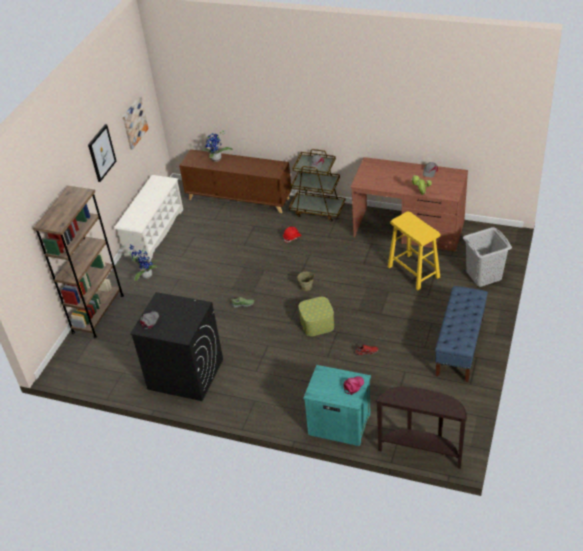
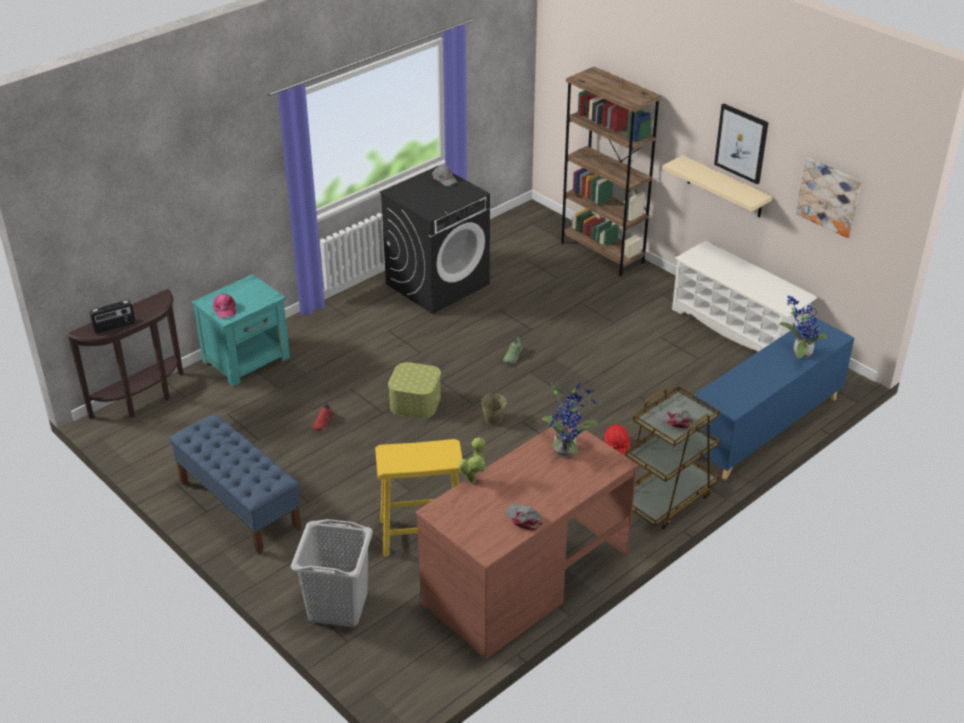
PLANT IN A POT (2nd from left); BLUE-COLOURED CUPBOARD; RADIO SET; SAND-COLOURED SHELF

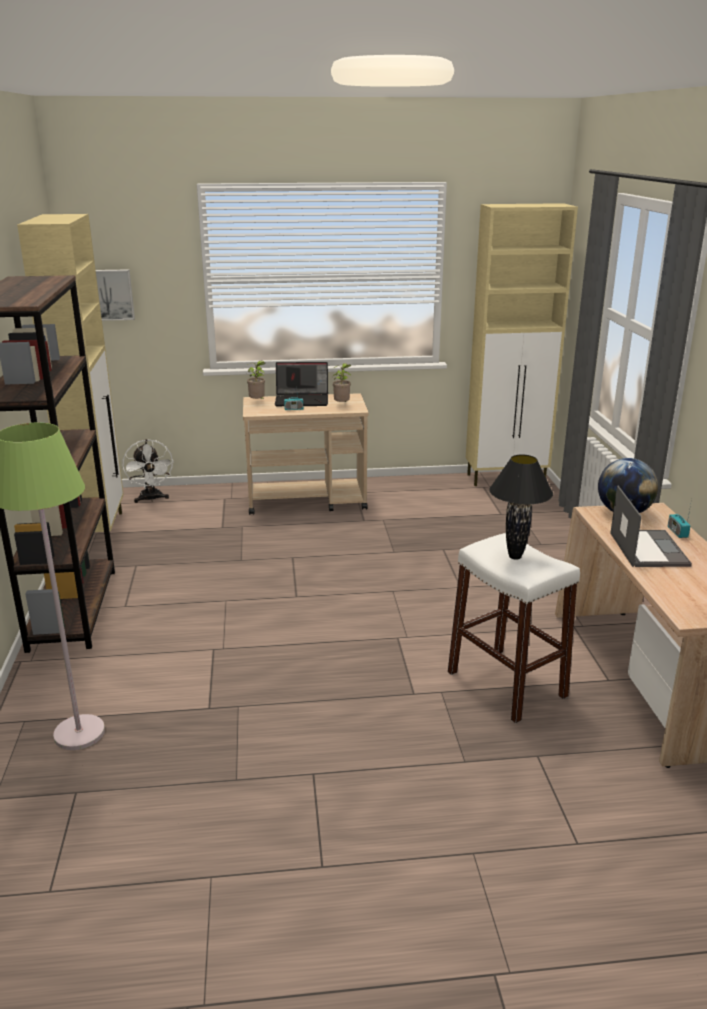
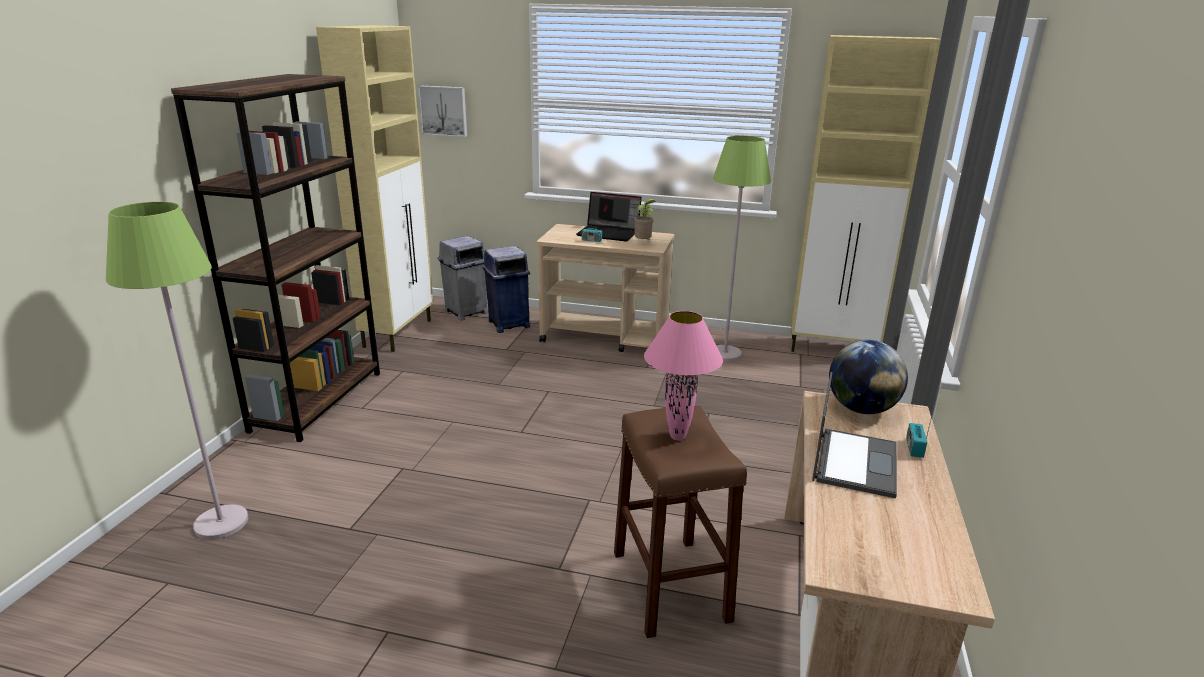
GRAY WASTE BIN; PLANT IN A POT (1st from left in the first image); BROWNISH SITTING STOOL; PINK-COLOURED LAMP FOR A TABLE; BLUE-COLOURED WASTE BIN; GREEN FLOOR LAMP (2nd from left)

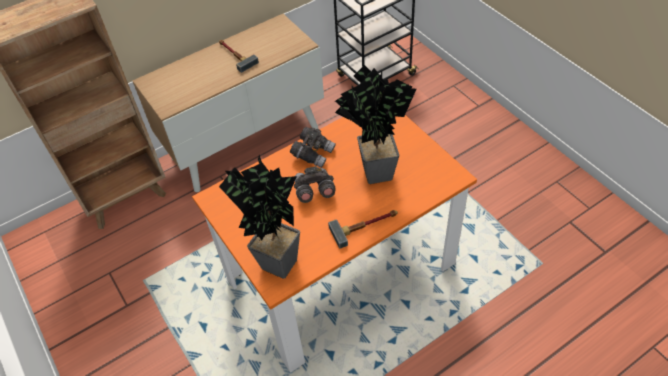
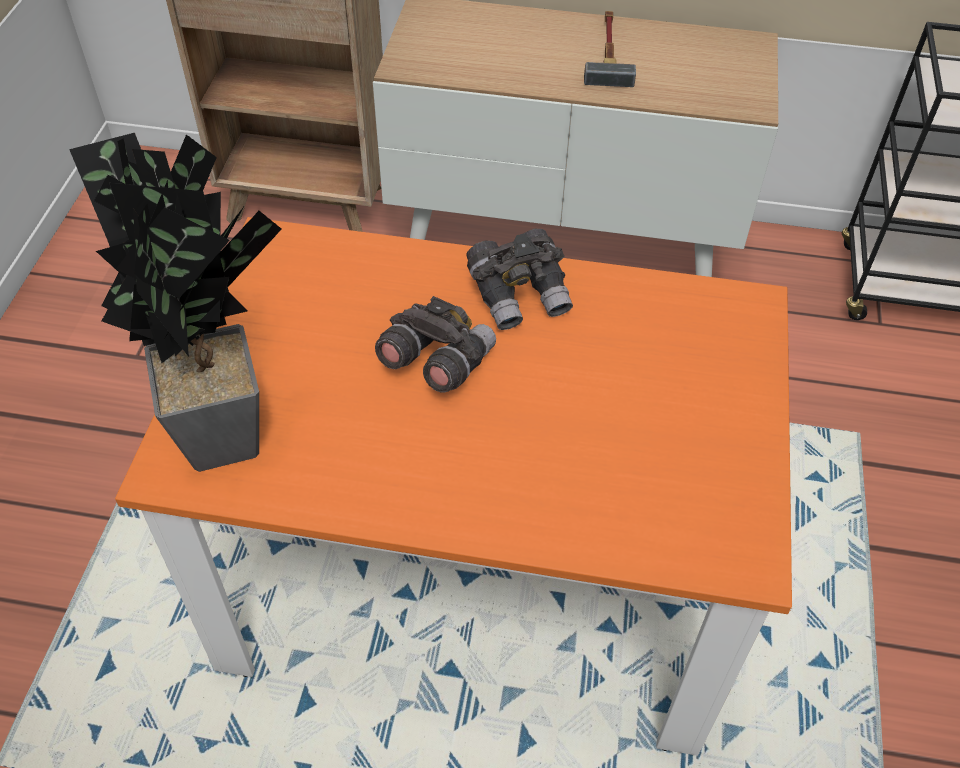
HAMMER (2nd from left in the first image); PLANT IN A POT (2nd from left in the first image)

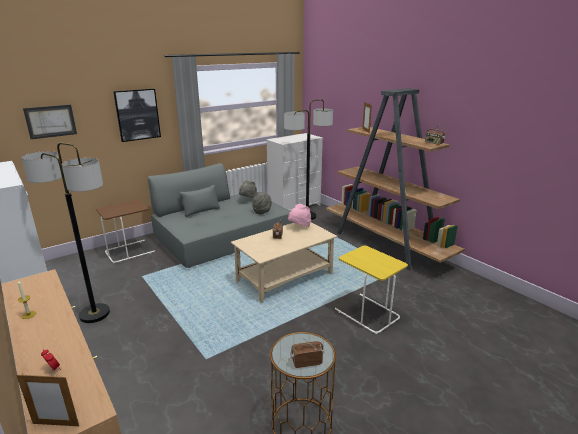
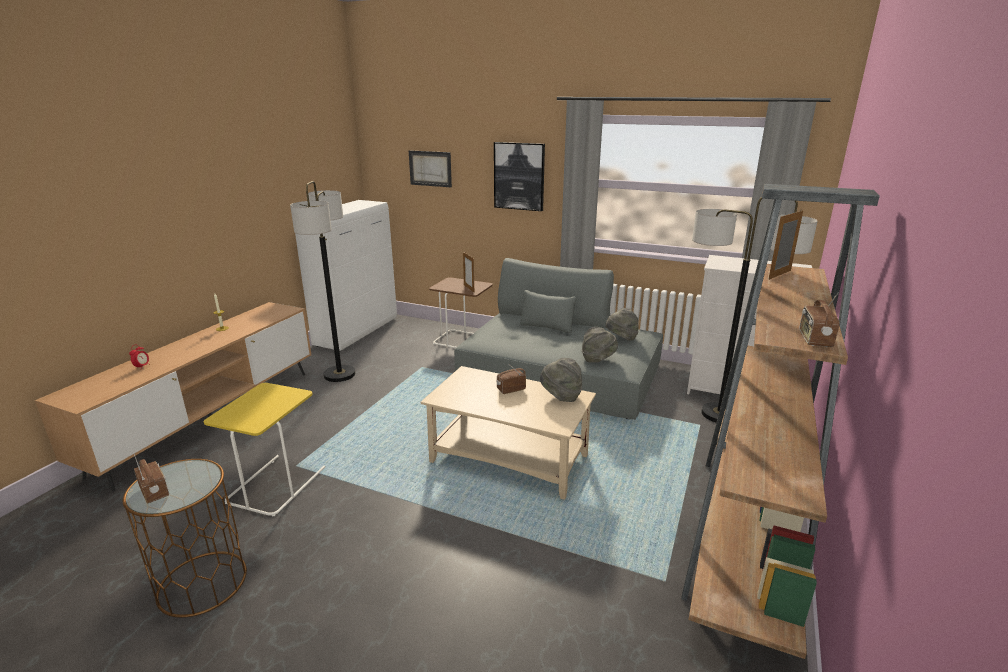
STANDING FRAME (1st from left); GRAY WEARABLE HAT (1st from left); YELLOW-COLOURED SIDE TABLE

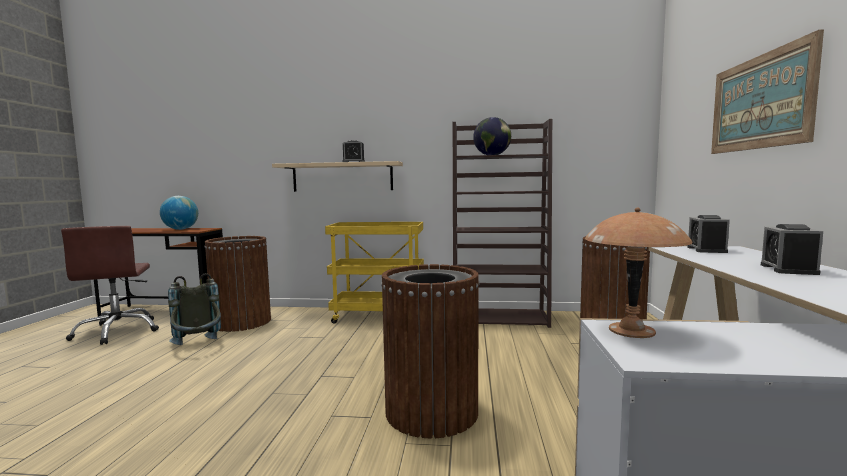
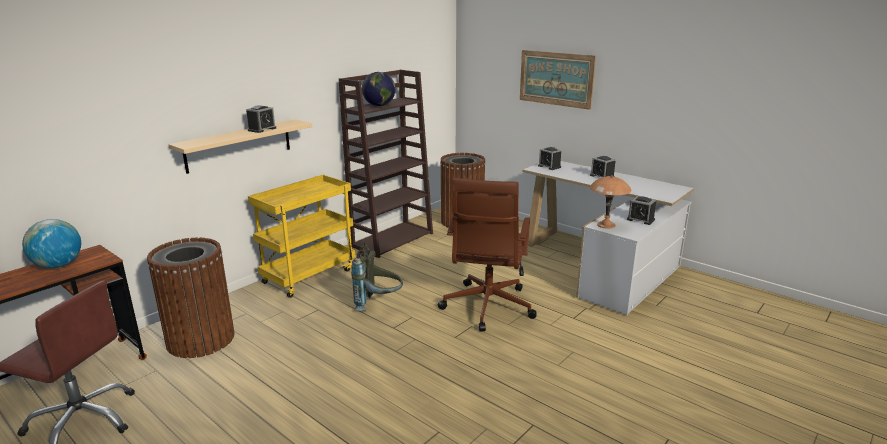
GRAY KNAPSACK; BROWNISH DESK CHAIR (2nd from left); ALARM CLOCK (4th from left)

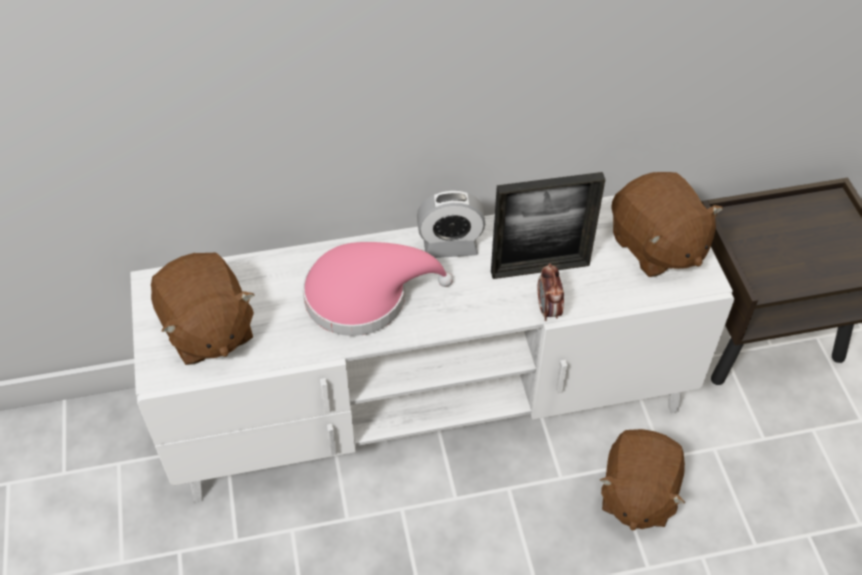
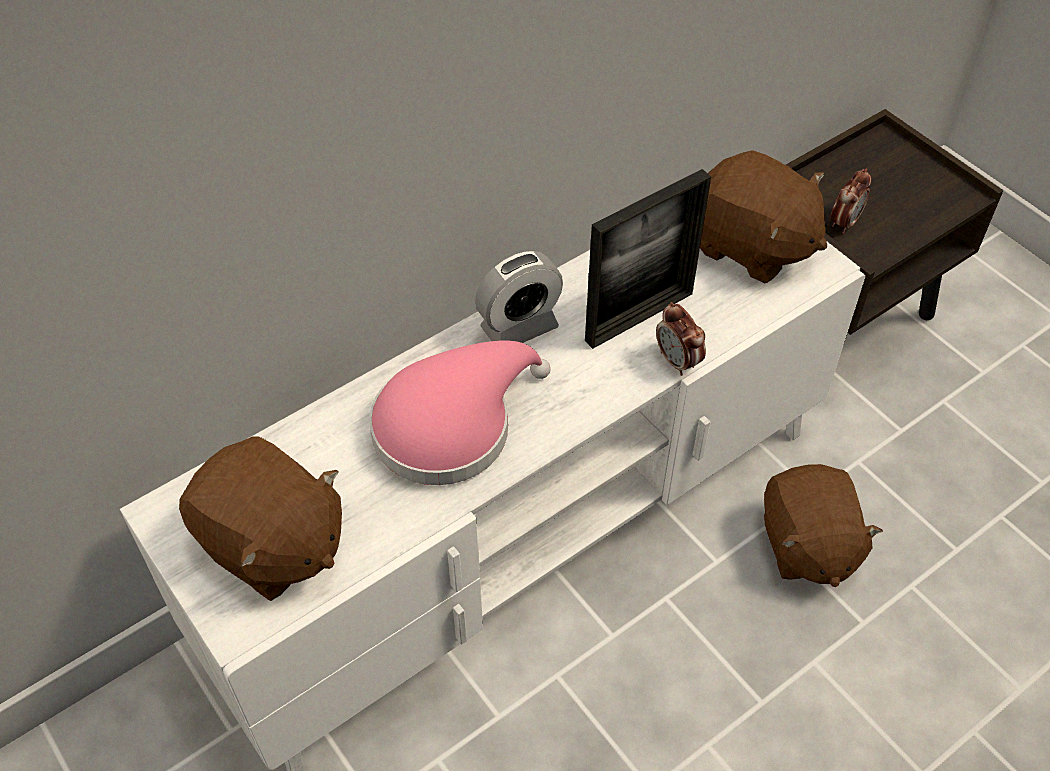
ALARM CLOCK (3rd from left)

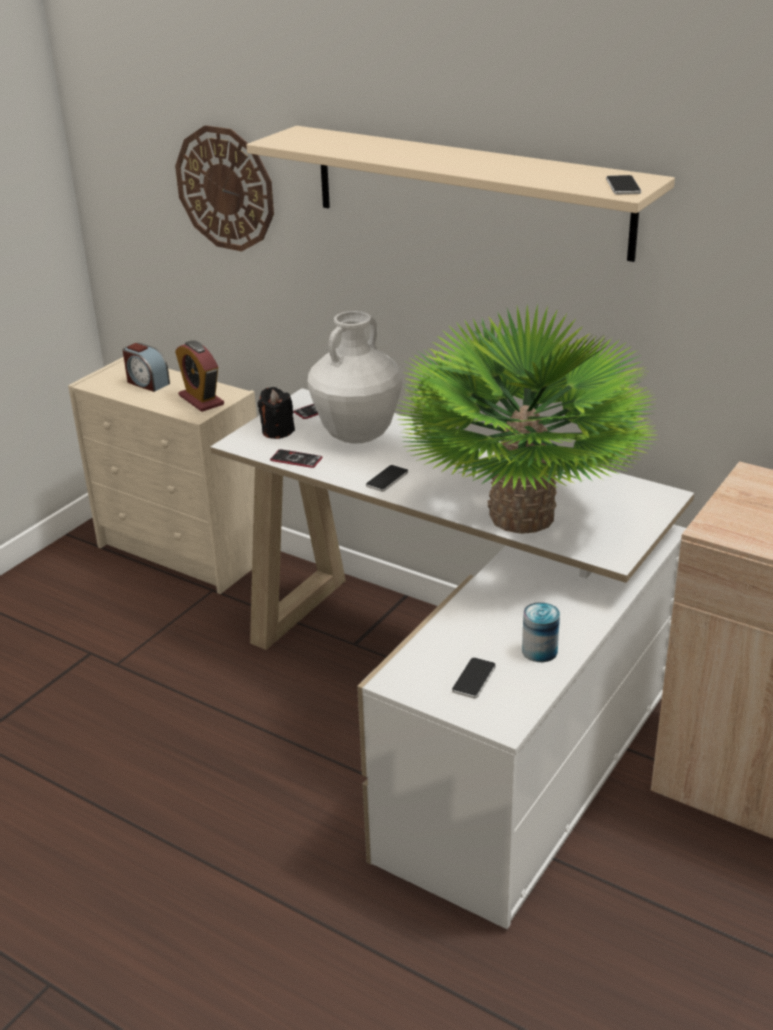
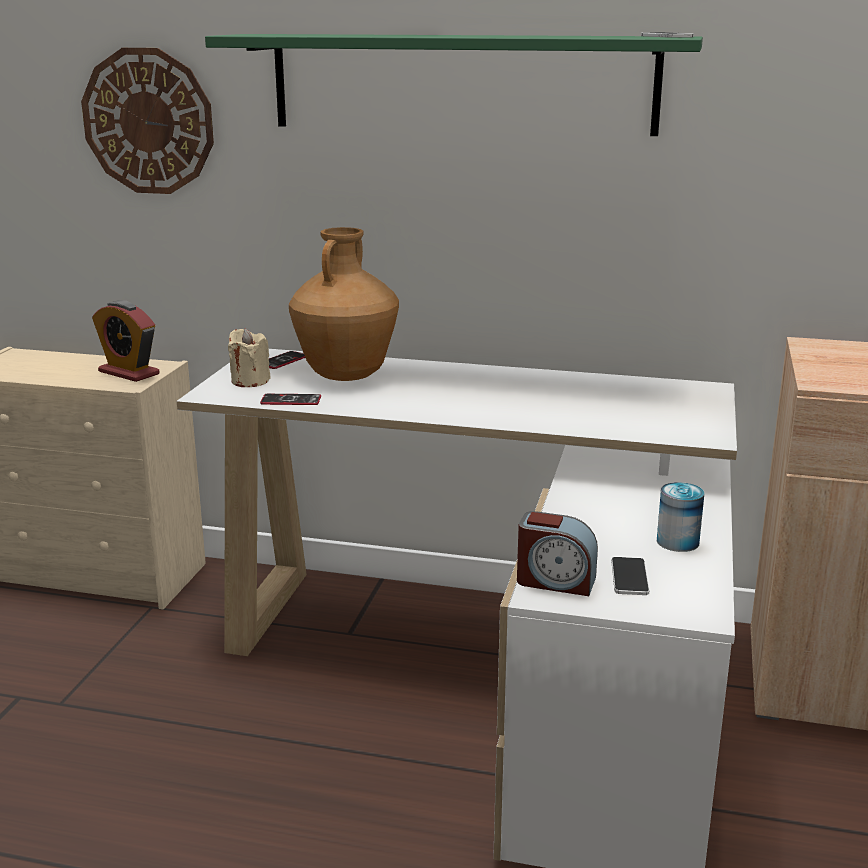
ALARM CLOCK (2nd from left); GREEN SHELF; SAND-COLOURED WAX LIGHT; BROWNISH FLOWER VASE; TELEPHONE (3rd from left in the first image); PLANT IN A POT

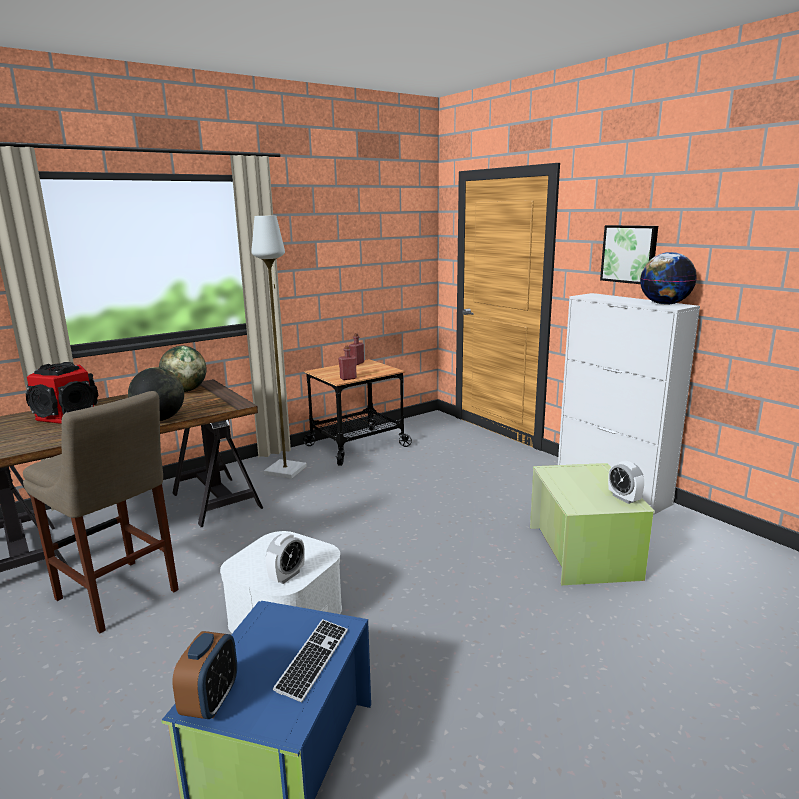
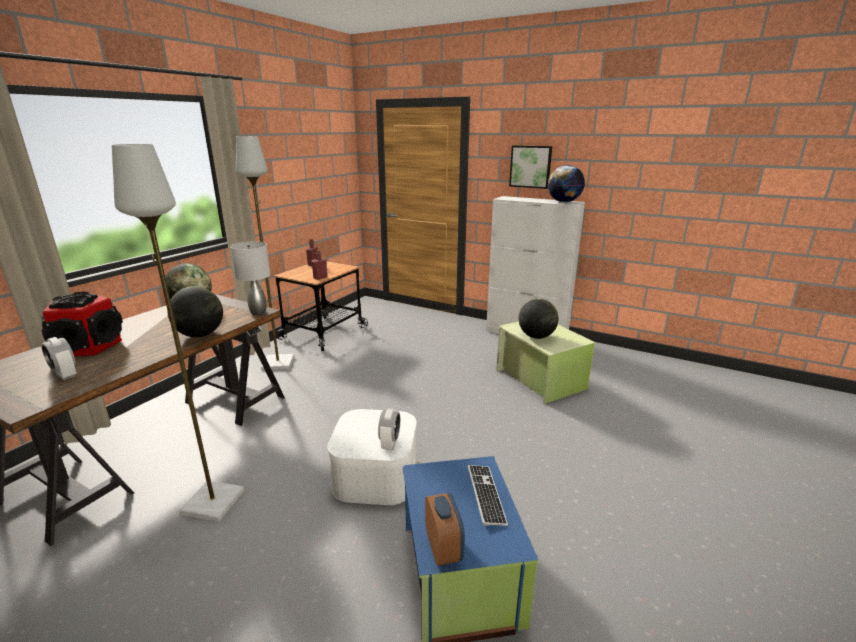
GRAY FLOOR LAMP (1st from left); ALARM CLOCK (1st from left); GRAY LAMP FOR A TABLE; GLOBE (3rd from left)

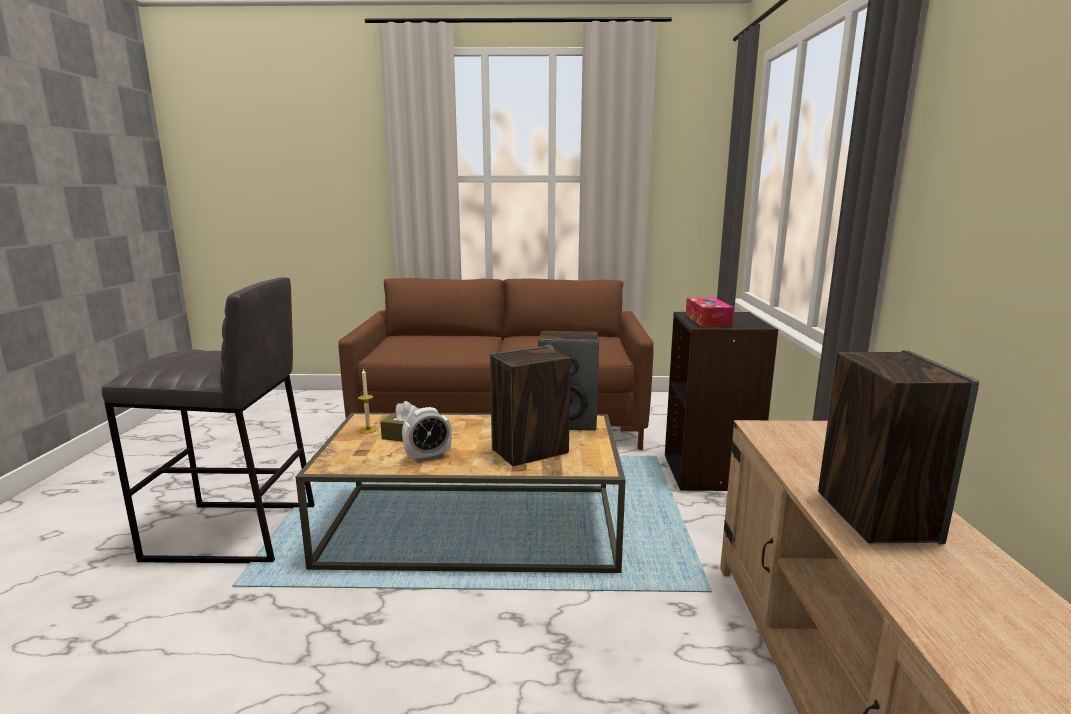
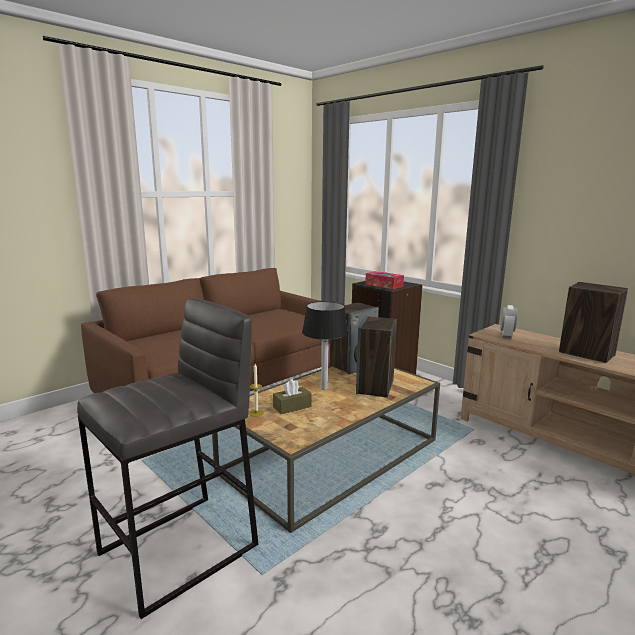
ALARM CLOCK; LAMP FOR A TABLE

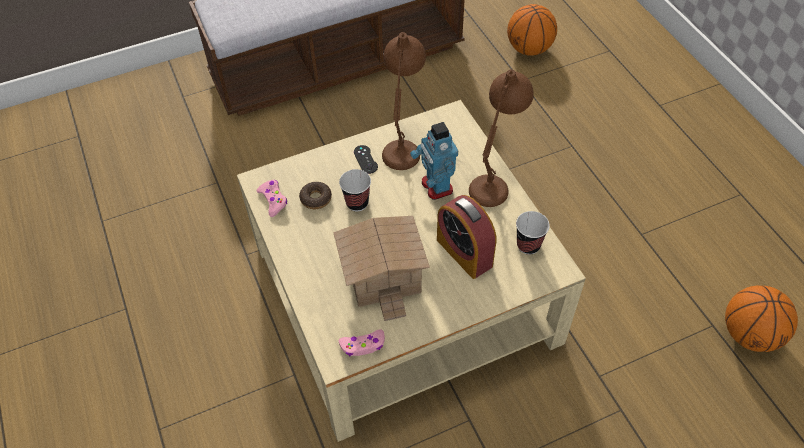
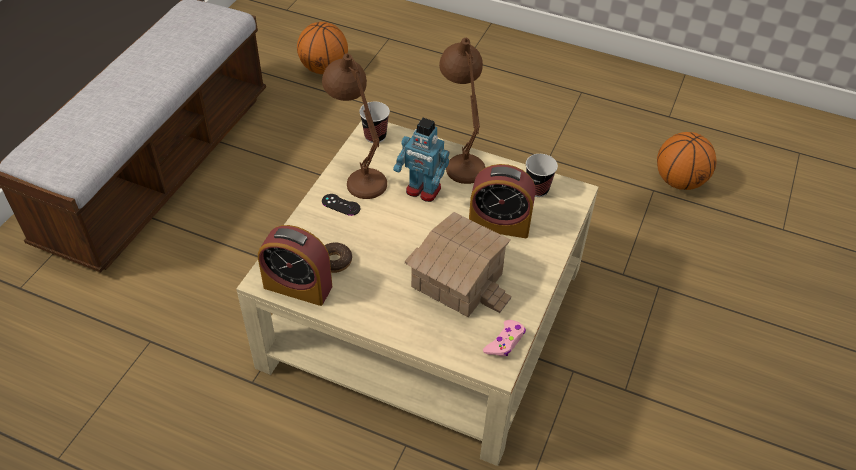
ALARM CLOCK (1st from left); SMALL CUP (1st from left)

